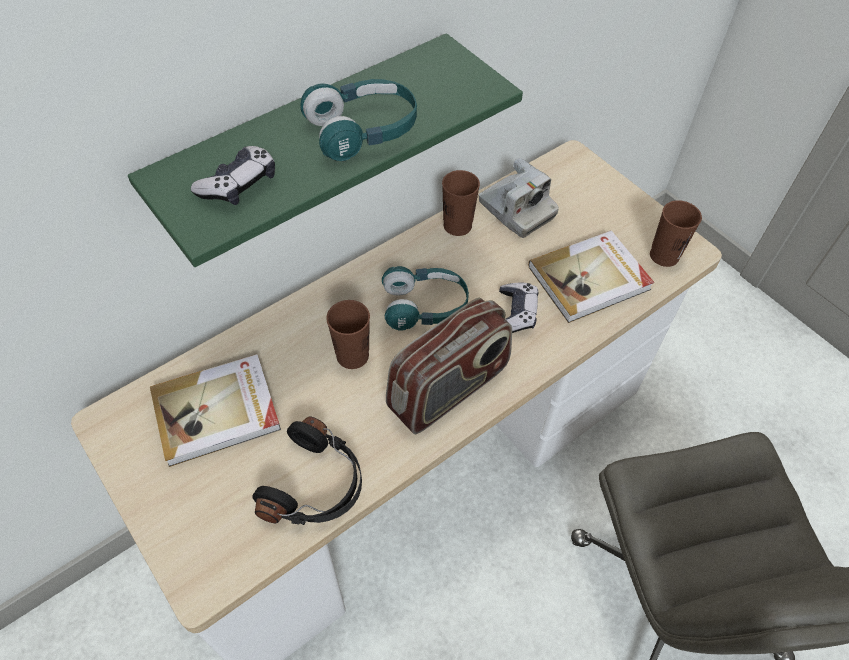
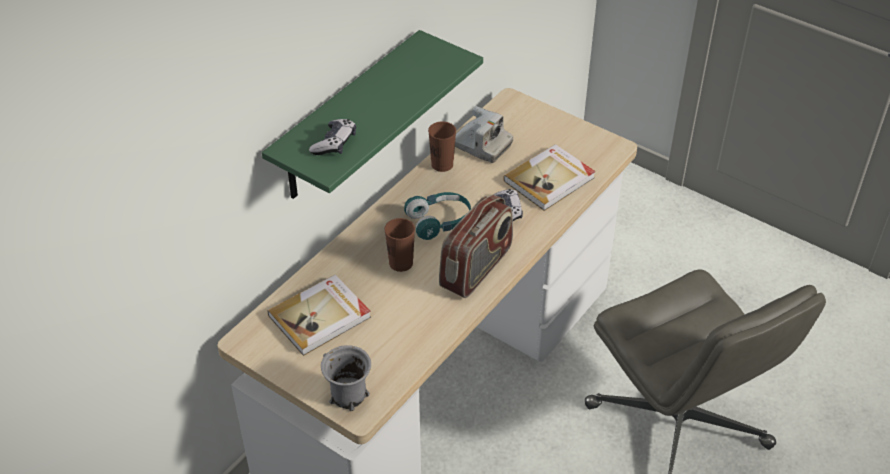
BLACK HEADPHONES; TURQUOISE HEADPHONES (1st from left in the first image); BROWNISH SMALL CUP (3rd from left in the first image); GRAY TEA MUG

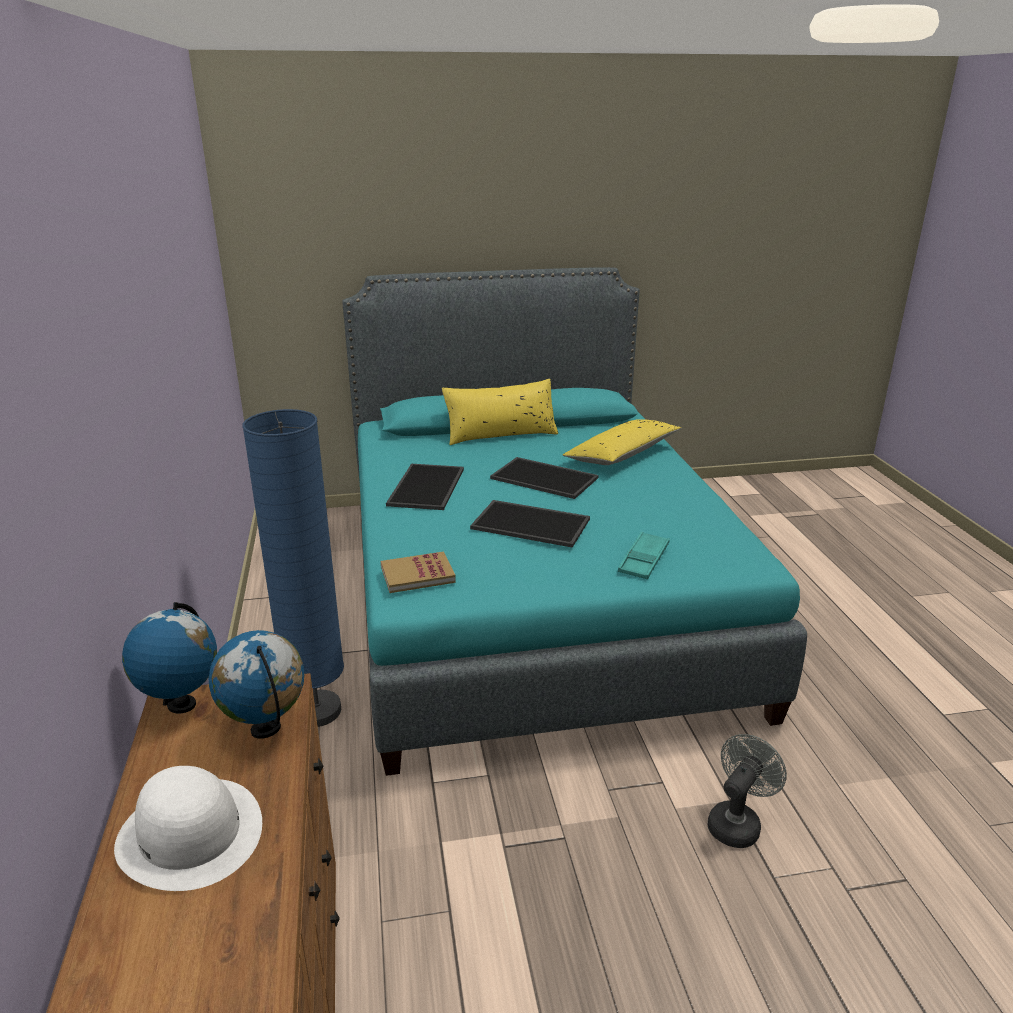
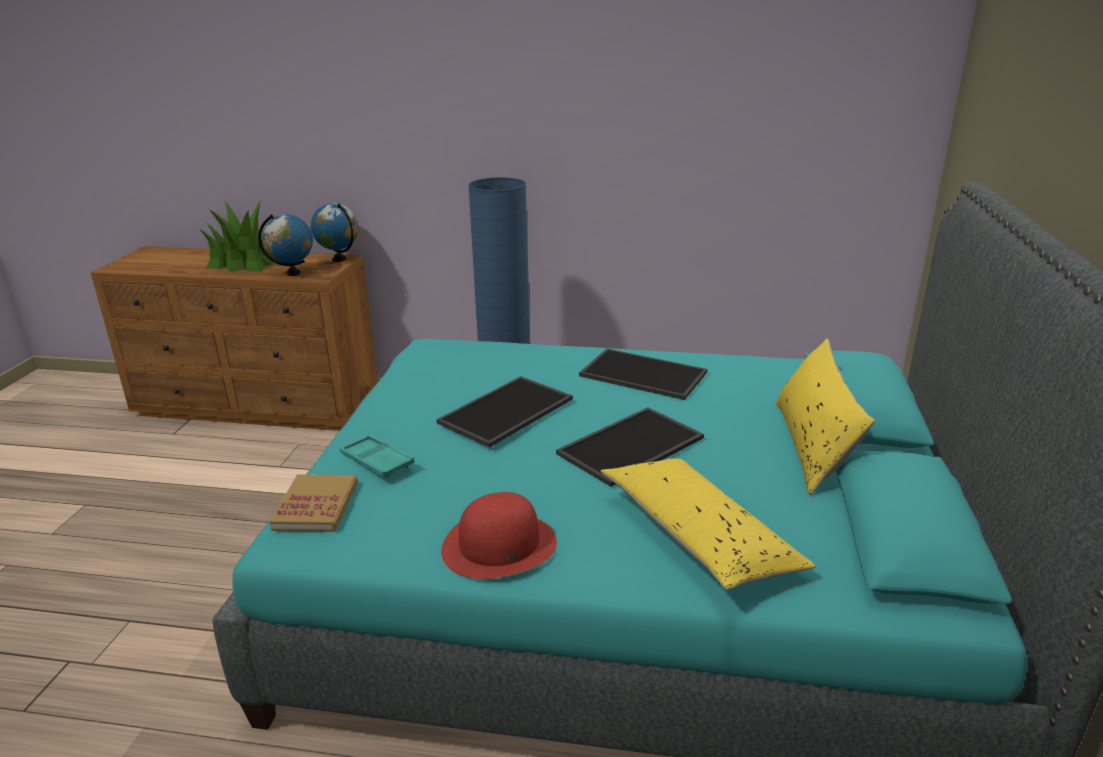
PLANT IN A POT; VOLUME; GRAY FAN; RED-COLOURED WEARABLE HAT

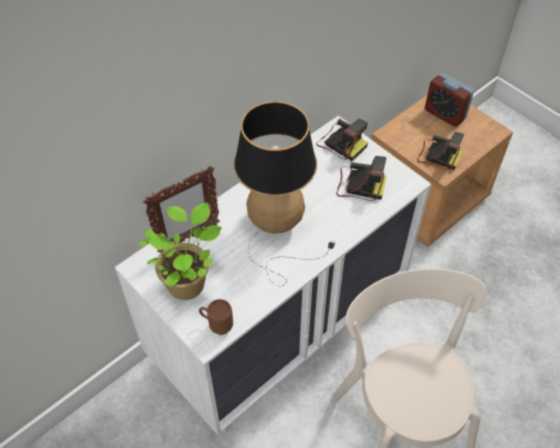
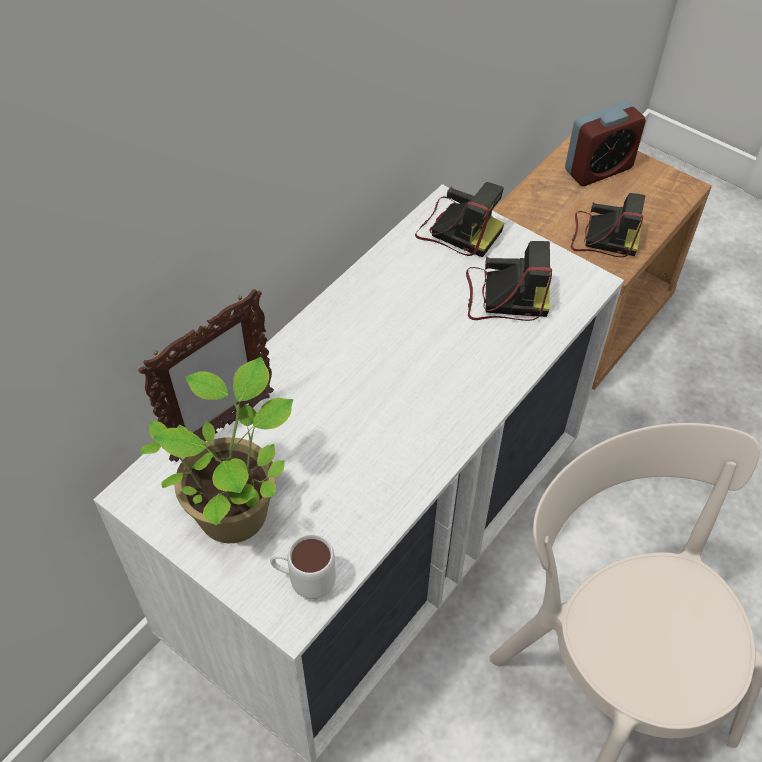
WHITE-COLOURED TEA MUG; LAMP FOR A TABLE; ALARM CLOCK

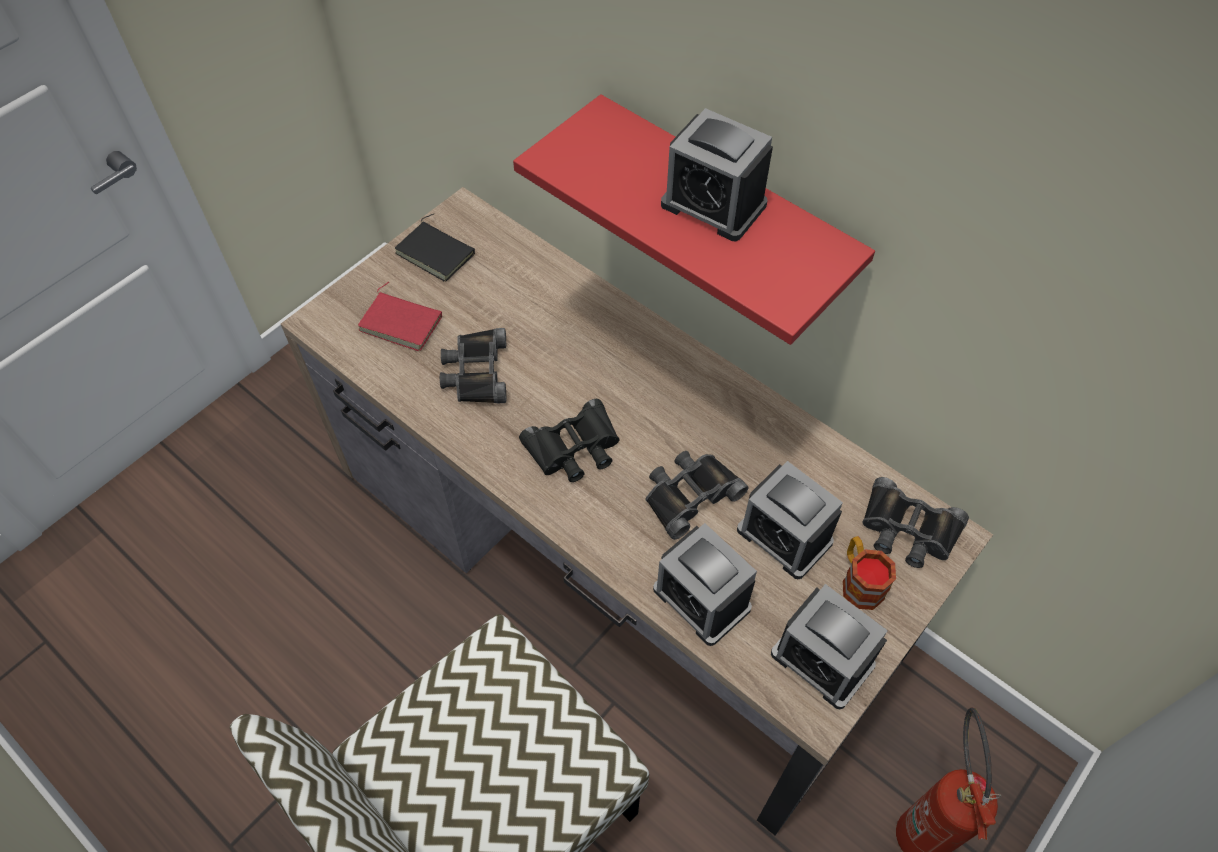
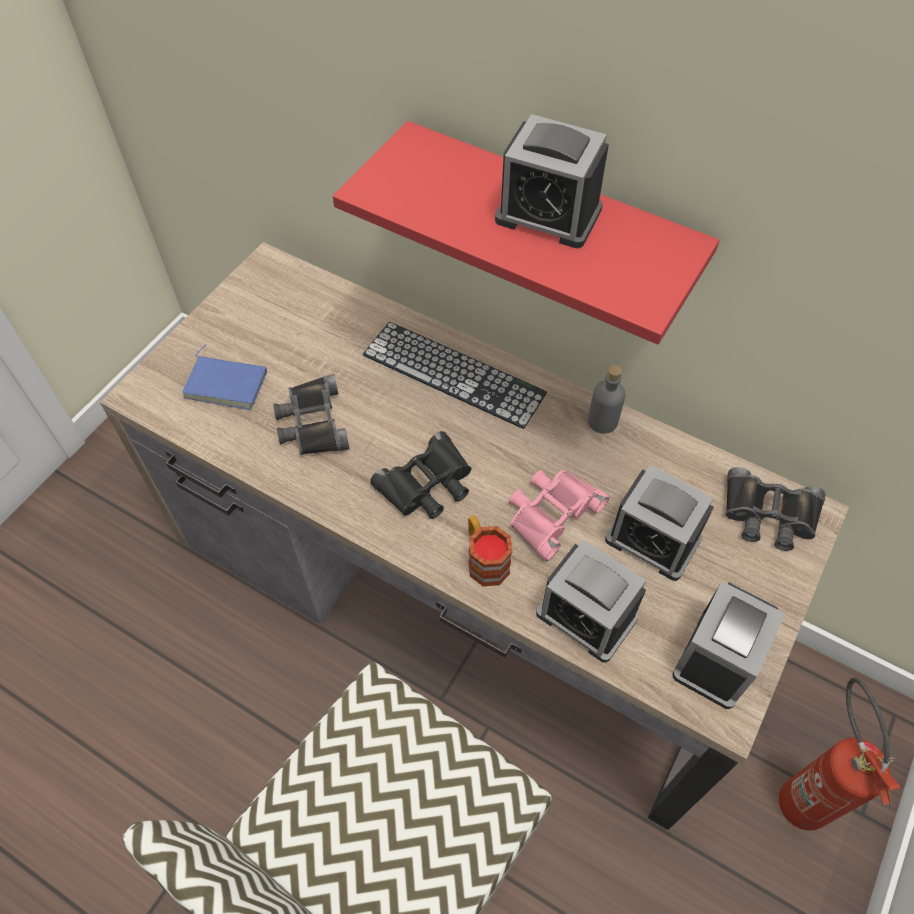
BLUE-COLOURED VOLUME; BLACK VOLUME; PINK-COLOURED FIELD GLASSES; ALARM CLOCK (4th from left); TEA MUG; PC KEYBOARD; GRAY BEVERAGE BOTTLE

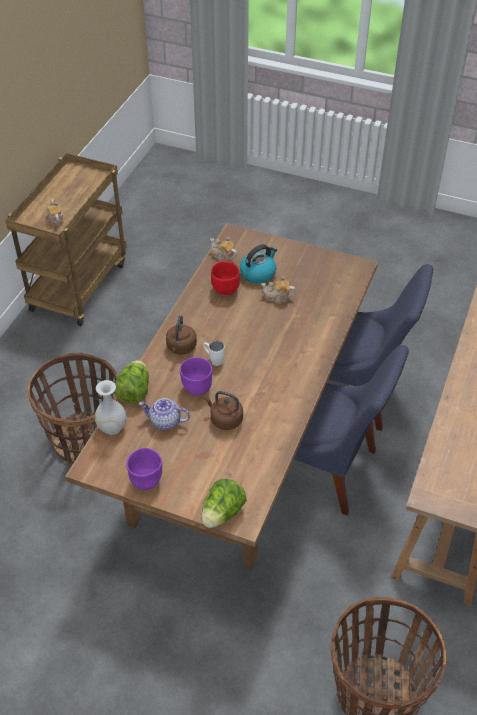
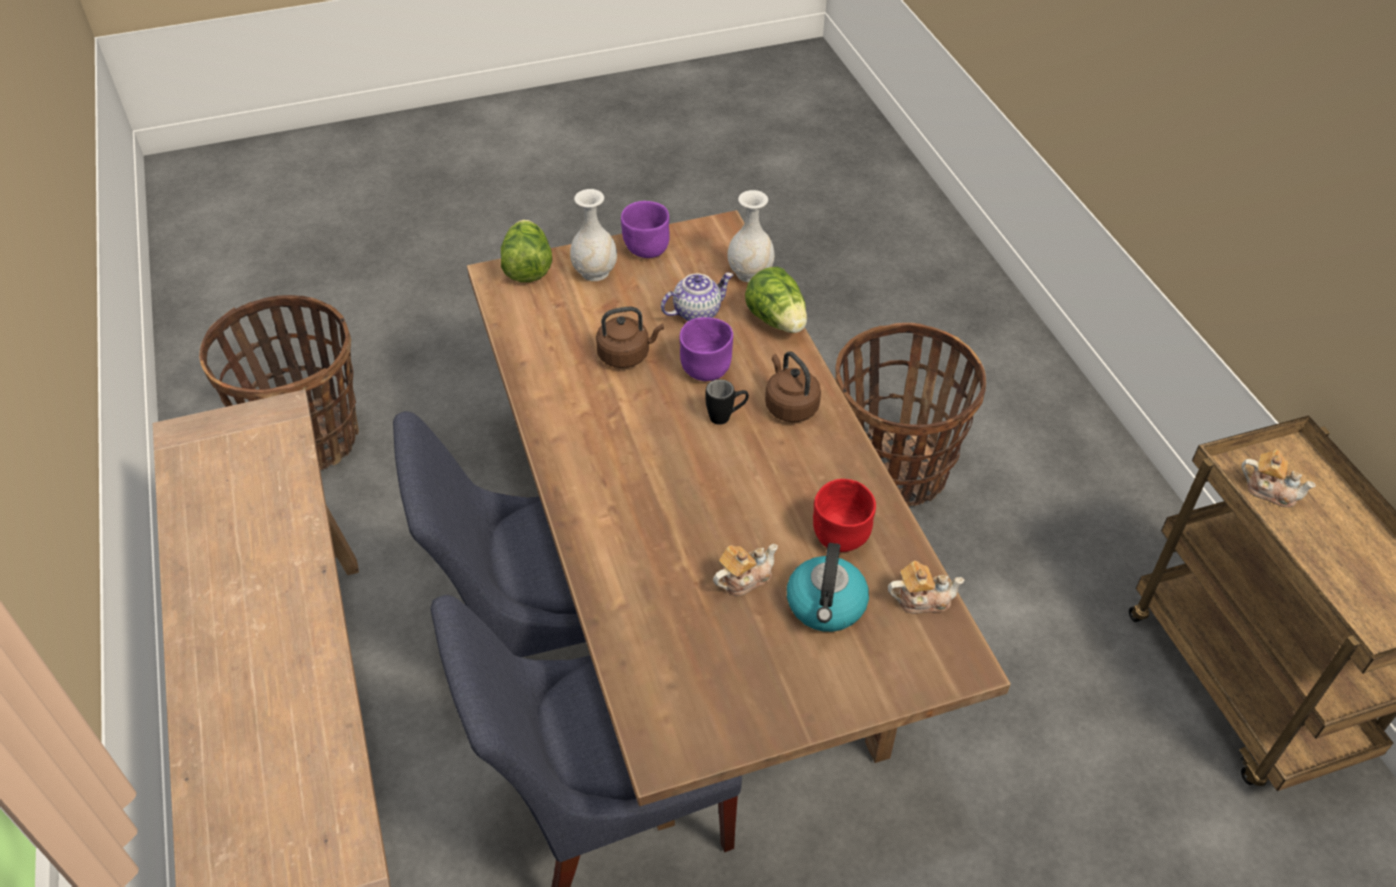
BLACK TEA MUG; WHITE-COLOURED FLOWER VASE (1st from left)

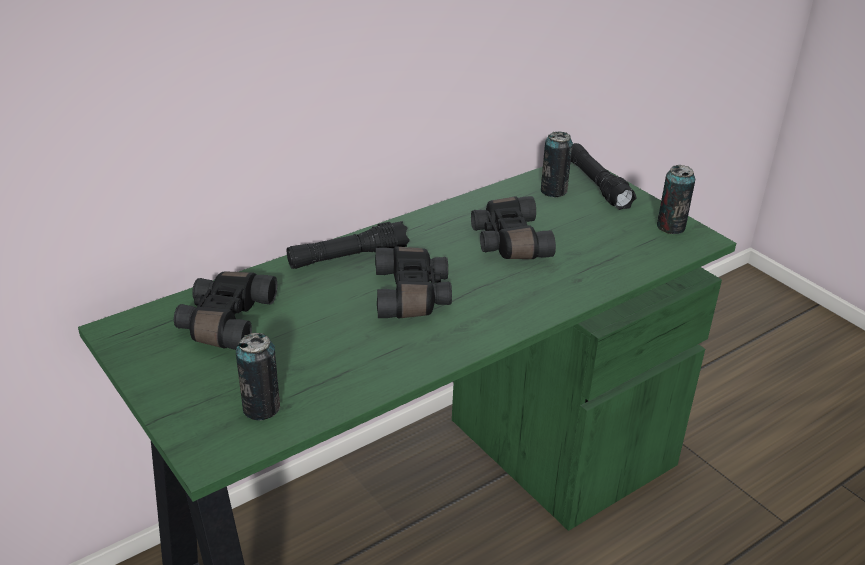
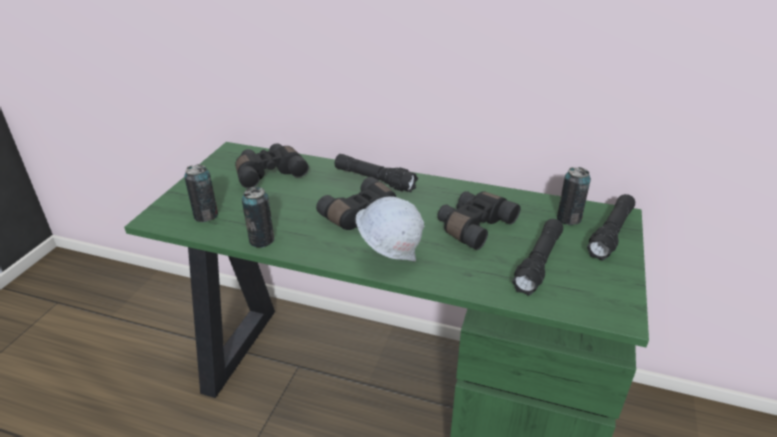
CAN (2nd from left); WHITE-COLOURED WORK HELMET; BLACK TORCH (2nd from left)

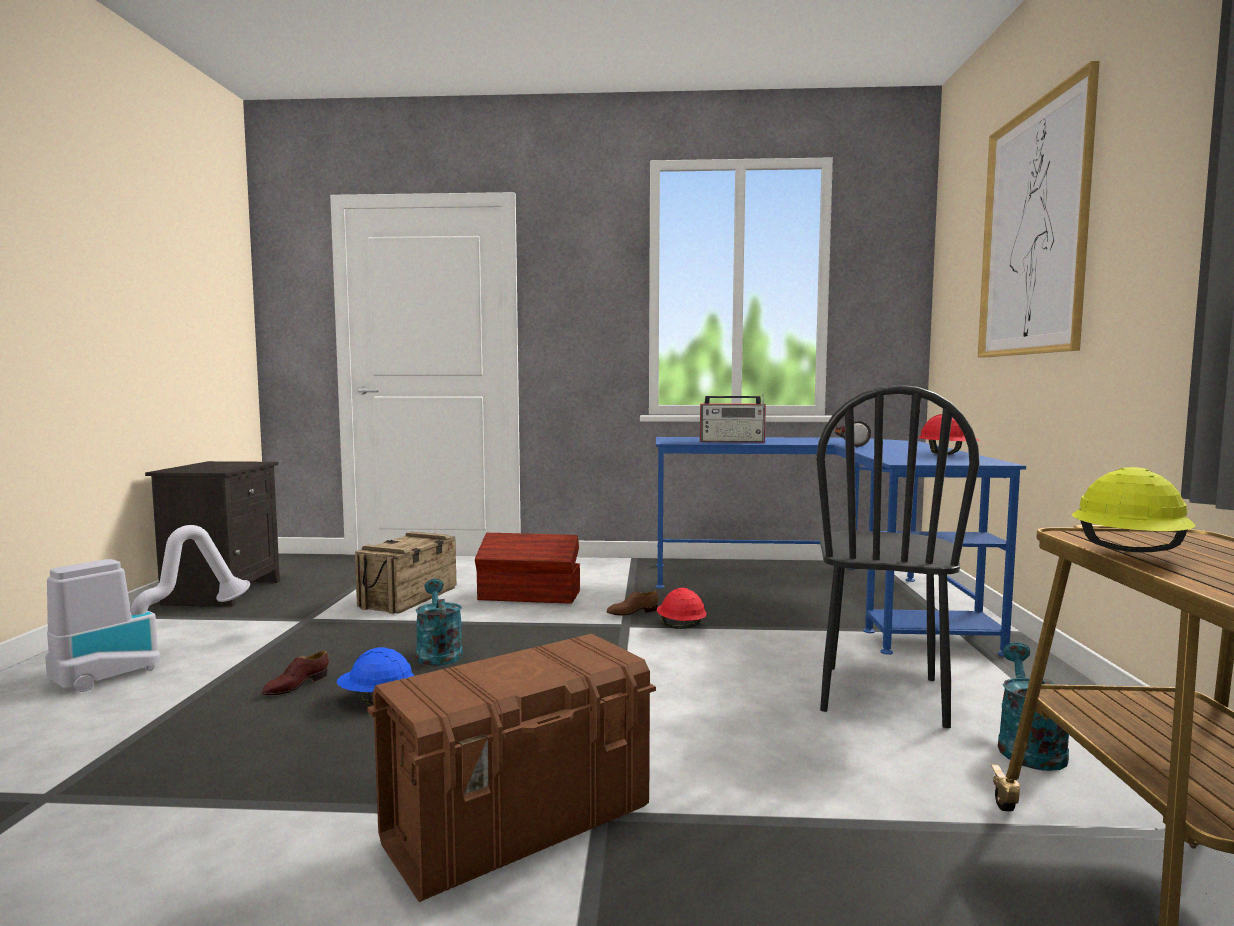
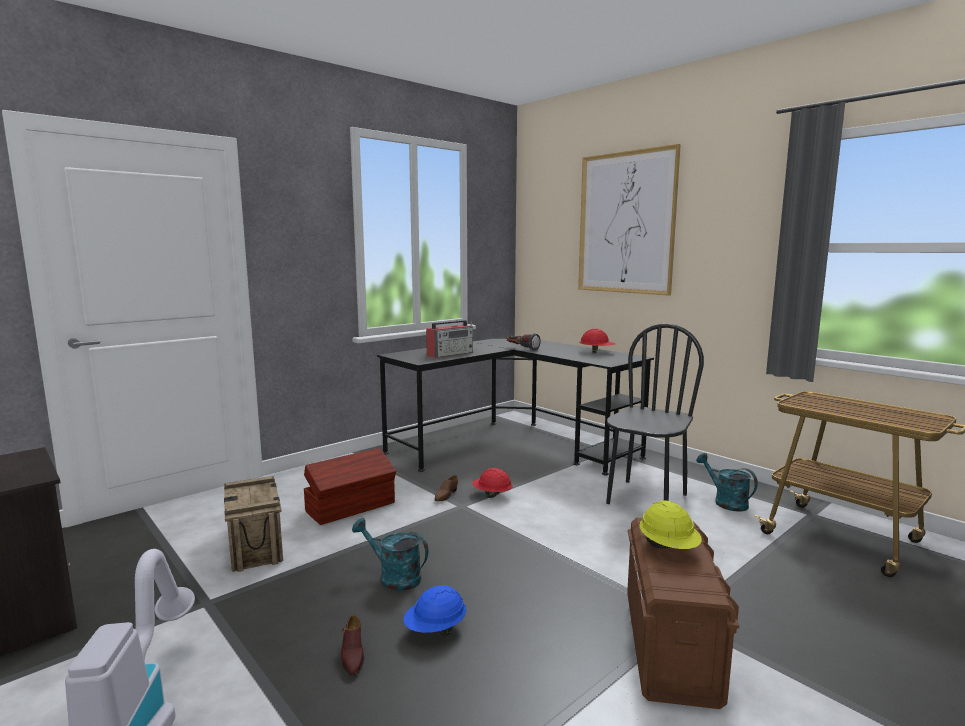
BLACK DESK; BLACK CHAIR; YELLOW-COLOURED WORK HELMET

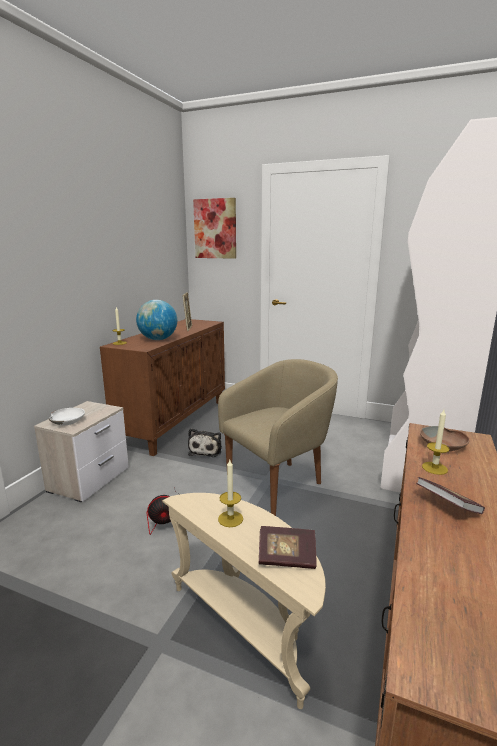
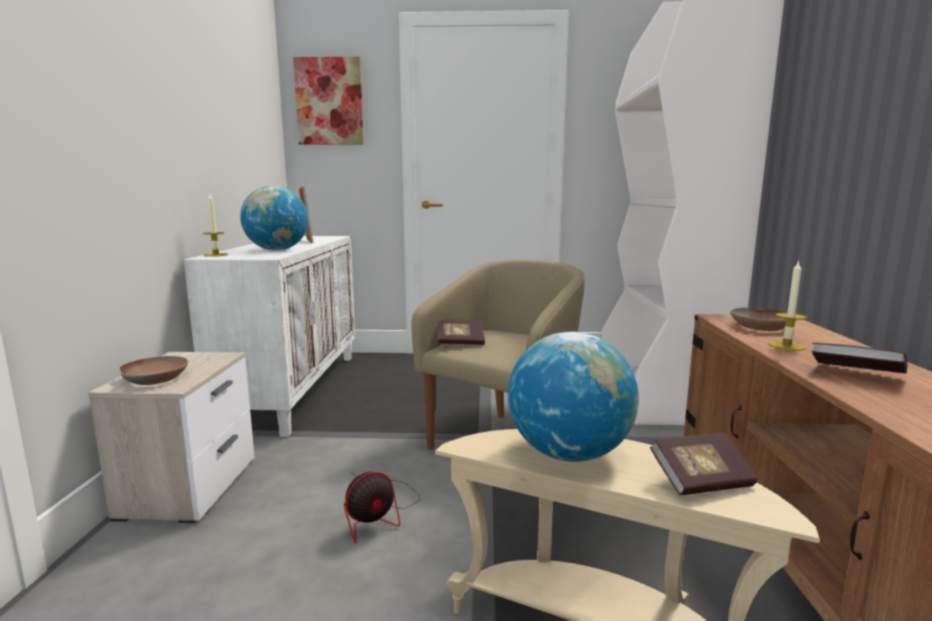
BROWNISH SERVING BOWL (1st from left); WHITE-COLOURED CUPBOARD; CUDDLY TOY; GLOBE (2nd from left); VOLUME (1st from left)

